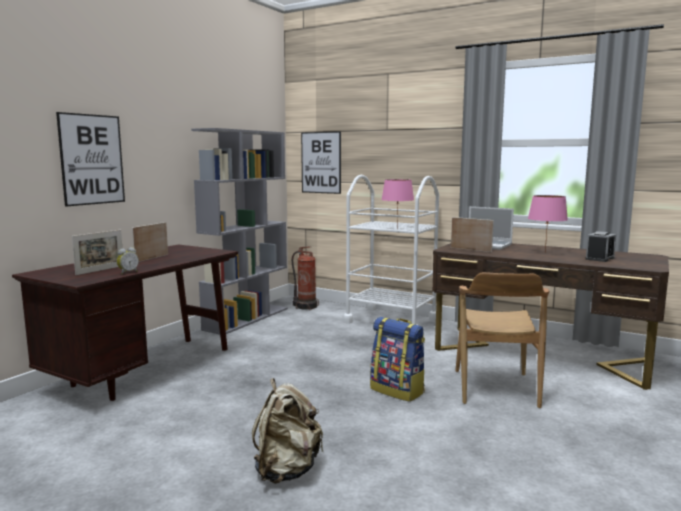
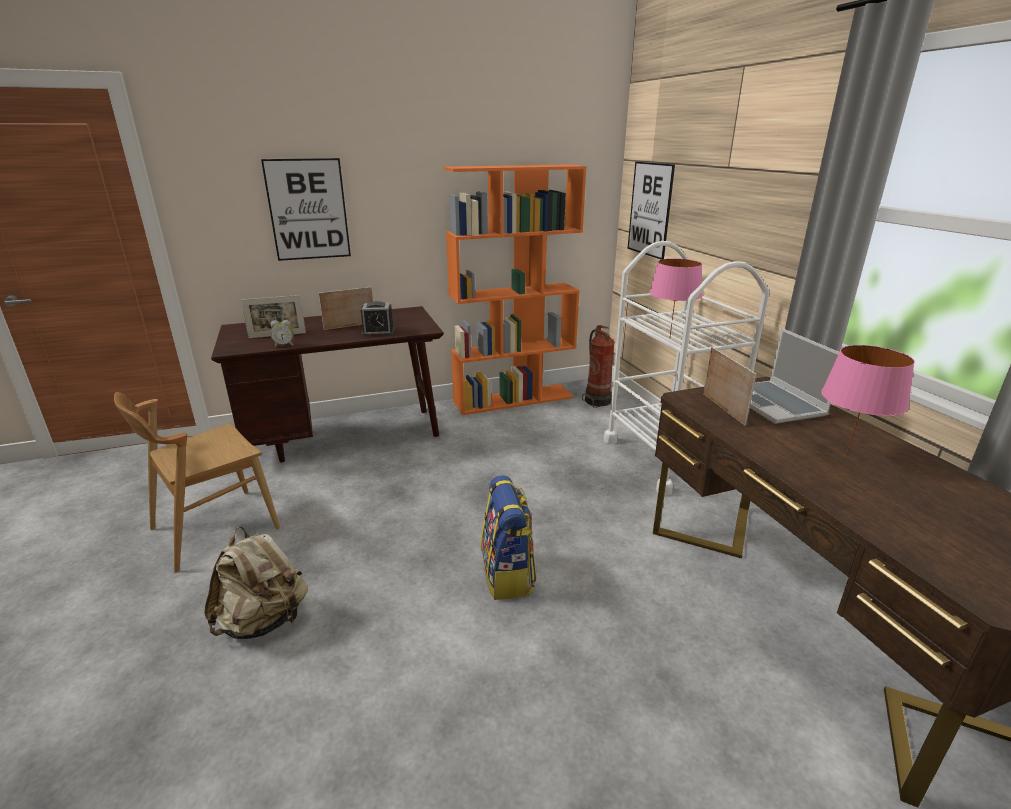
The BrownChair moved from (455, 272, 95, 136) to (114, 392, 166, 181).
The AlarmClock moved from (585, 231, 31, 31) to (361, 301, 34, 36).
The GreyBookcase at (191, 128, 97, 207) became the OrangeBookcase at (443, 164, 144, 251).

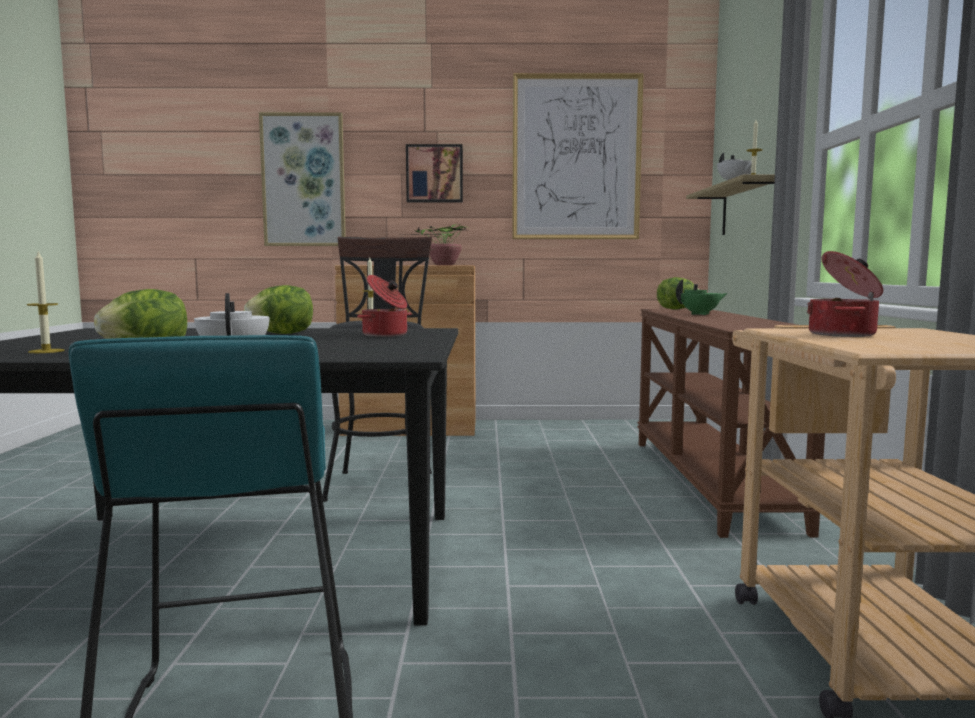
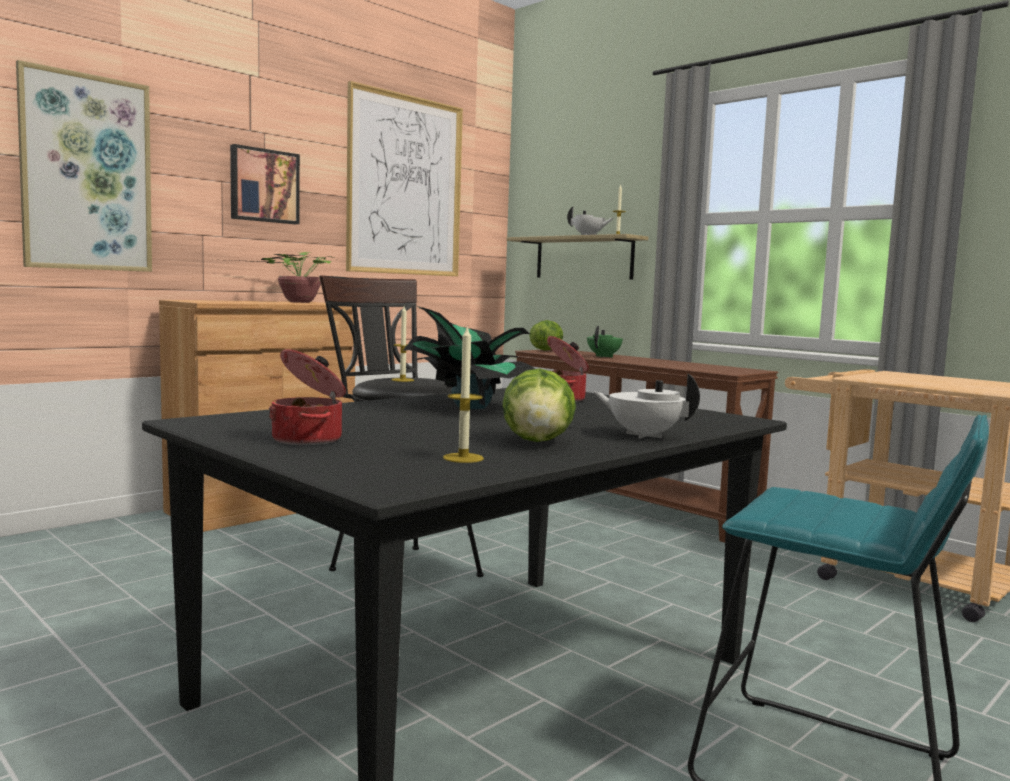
The CookingPot moved from (807, 251, 76, 86) to (269, 349, 77, 96).
The Lettuce at (244, 285, 69, 49) was replaced by the PottedPlant at (402, 305, 133, 104).

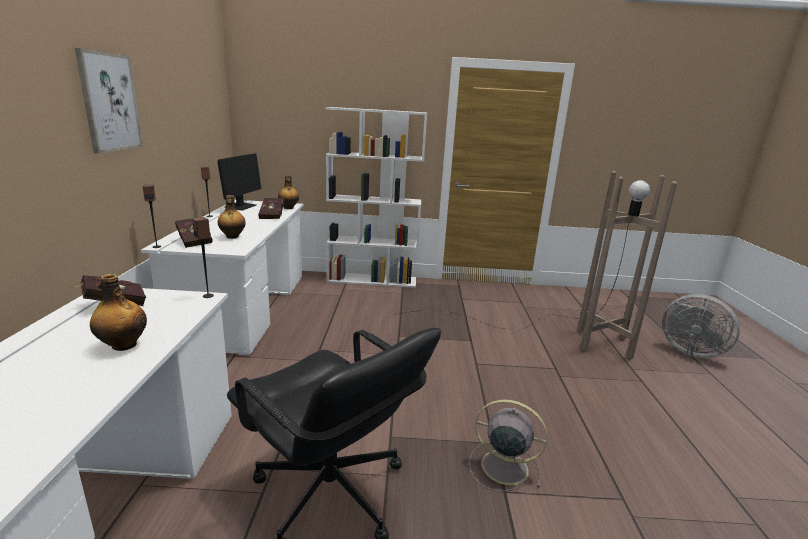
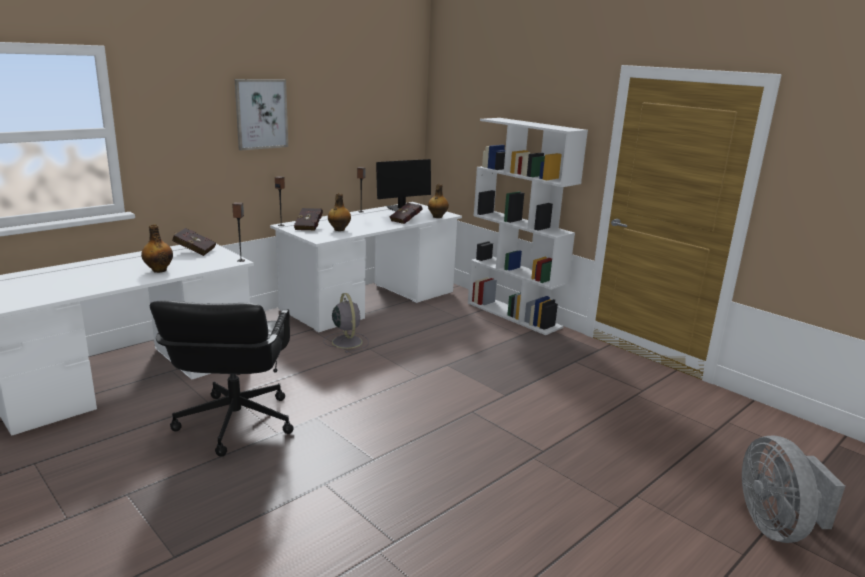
The BrownFloorLamp at (394, 171, 283, 189) disappeared.
The GreyFan moved from (469, 399, 79, 93) to (324, 293, 45, 60).

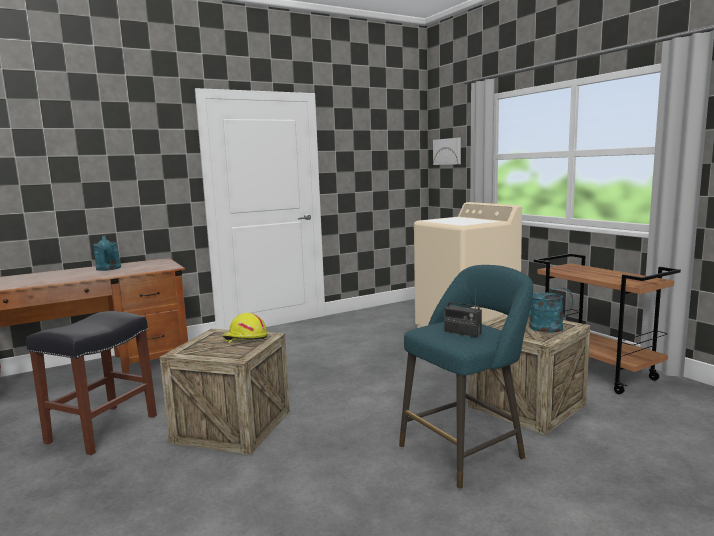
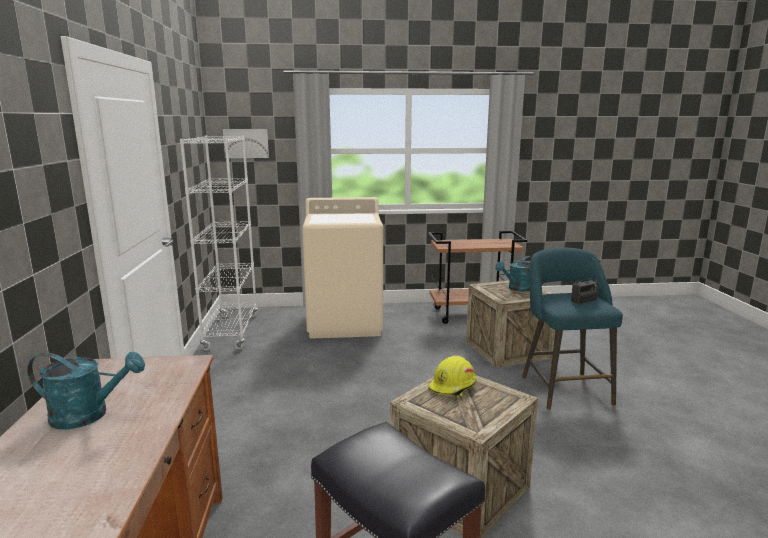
The WhiteBookcase at (180, 135, 78, 216) appeared.

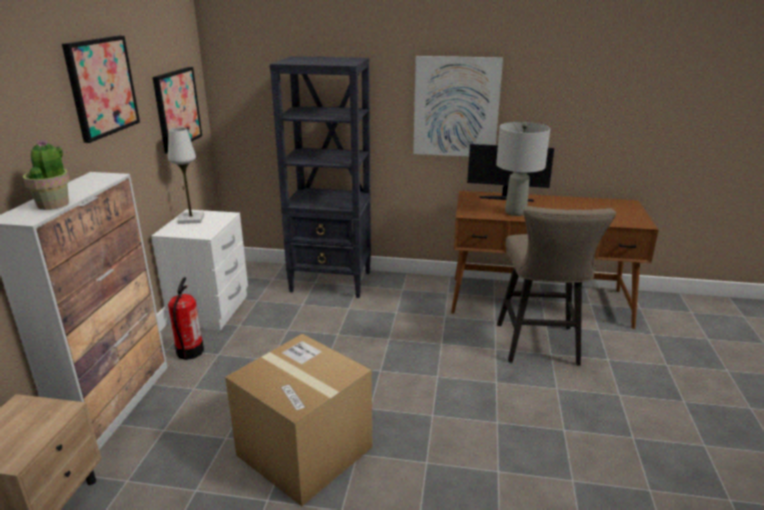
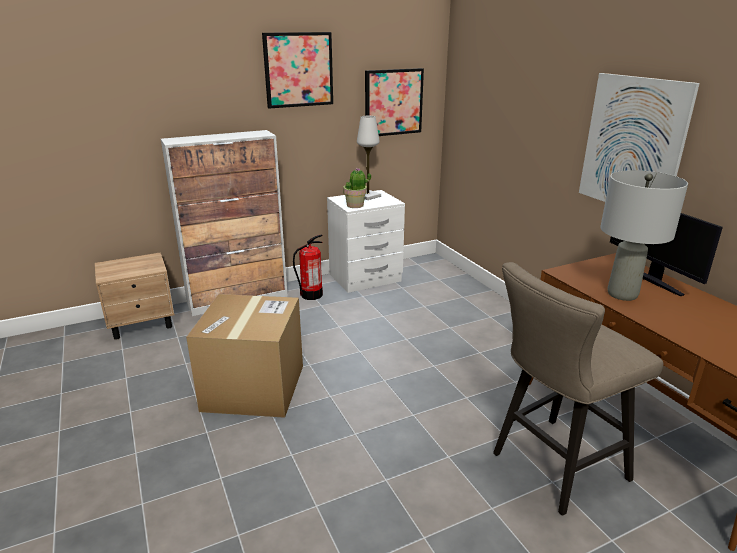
The BlackBookcase at (270, 56, 101, 242) disappeared.
The PottedPlant moved from (23, 140, 47, 70) to (343, 168, 28, 40).

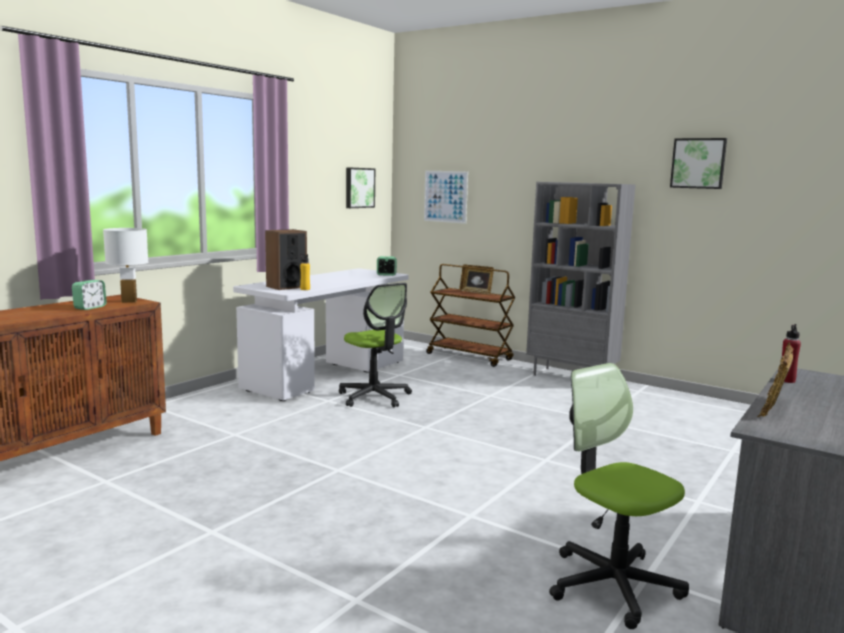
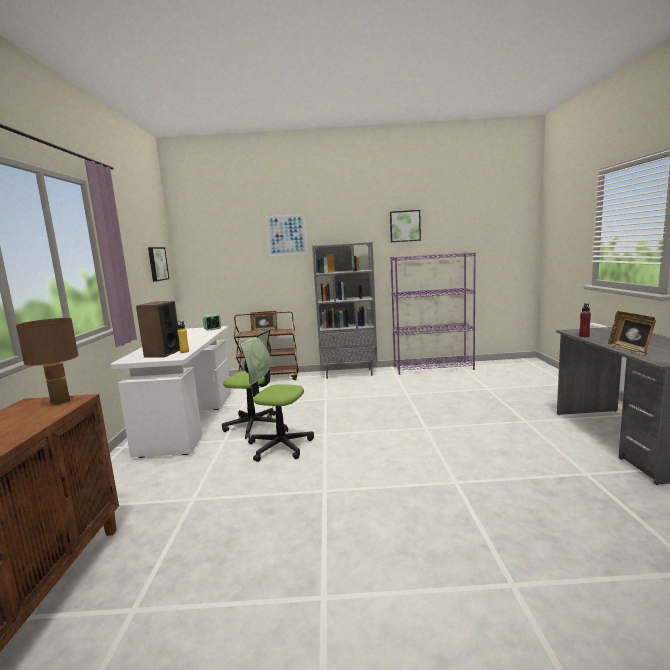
The AlarmClock at (72, 280, 35, 30) disappeared.
The PurpleBookcase at (390, 252, 86, 123) appeared.
The Picture moved from (424, 171, 44, 53) to (266, 214, 41, 42).
The OfficeChair moved from (549, 363, 140, 266) to (240, 338, 74, 124).
The WhiteTableLamp at (103, 228, 45, 75) became the BrownTableLamp at (16, 318, 63, 88).

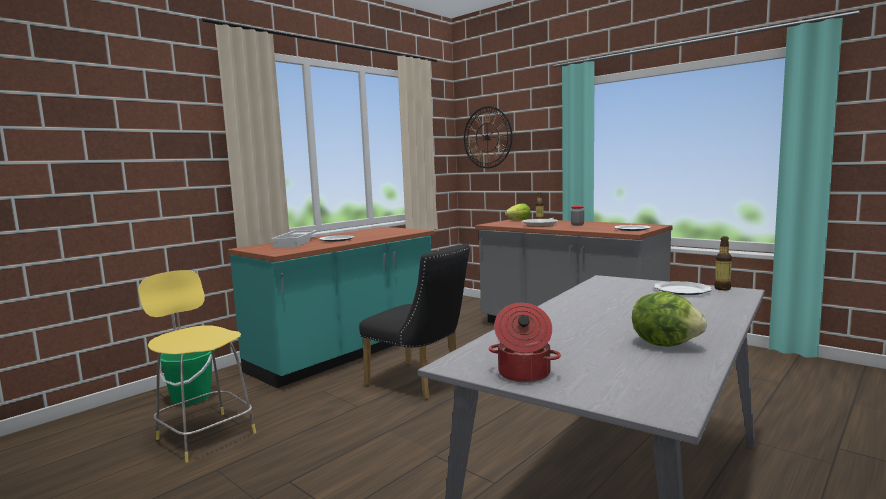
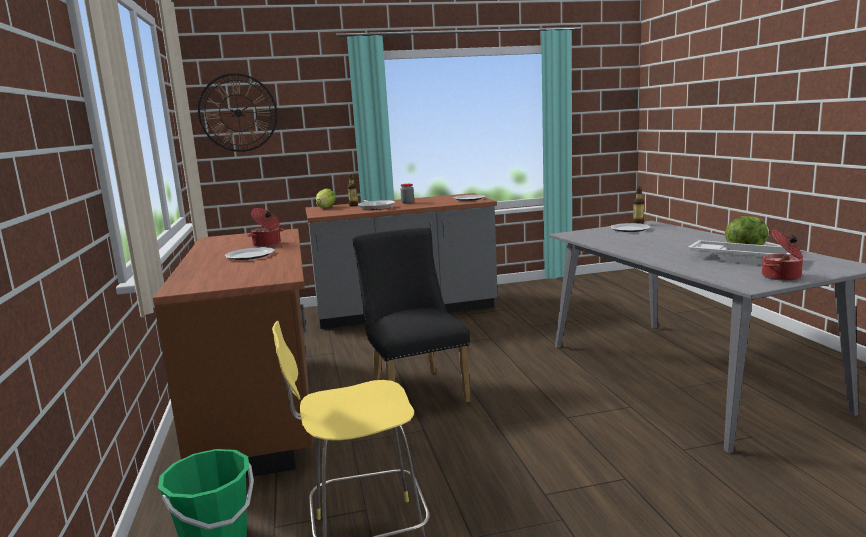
The CookingPot at (247, 208, 37, 39) appeared.
The WhiteTray moved from (271, 230, 47, 17) to (688, 240, 104, 26).
The TurquoiseCounter at (228, 227, 207, 161) became the BrownCounter at (153, 229, 160, 249).
The BlackChair at (359, 243, 111, 157) turned 90 degrees counterclockwise.

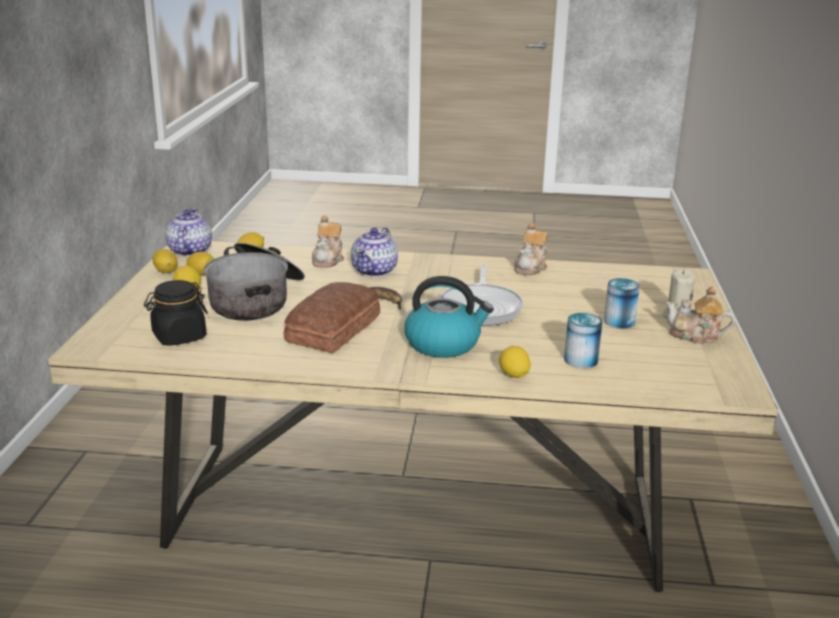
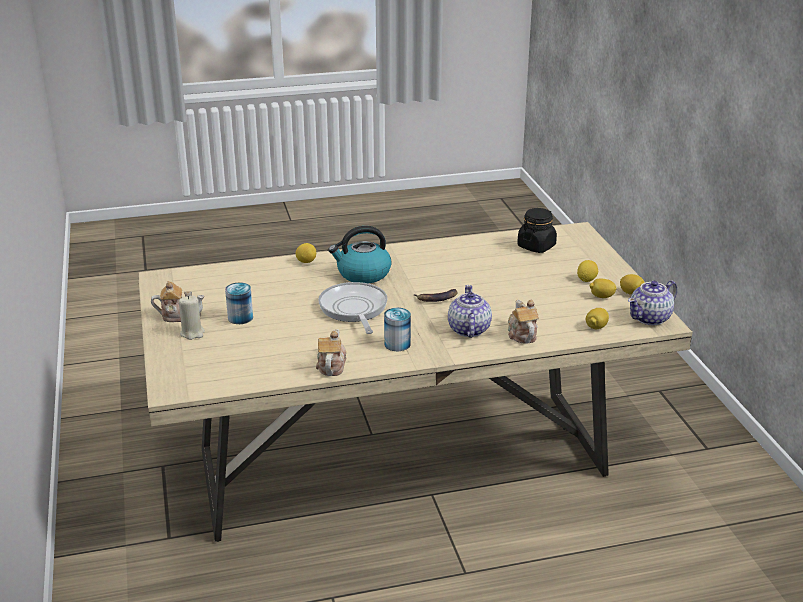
The CookingPot at (204, 243, 101, 78) disappeared.
The Bread at (284, 282, 96, 71) disappeared.
The Can moved from (564, 313, 38, 55) to (384, 308, 27, 43).
The Teapot at (165, 209, 47, 47) turned 75 degrees clockwise.

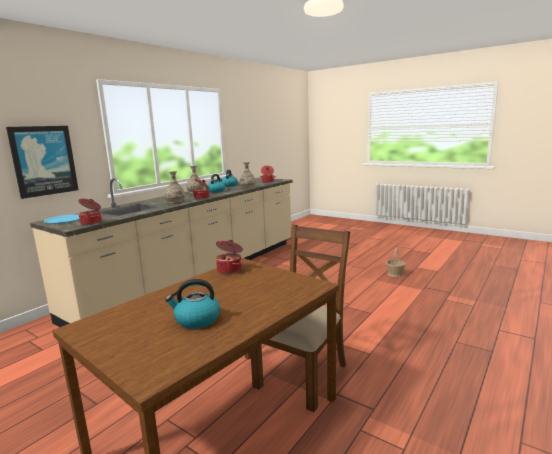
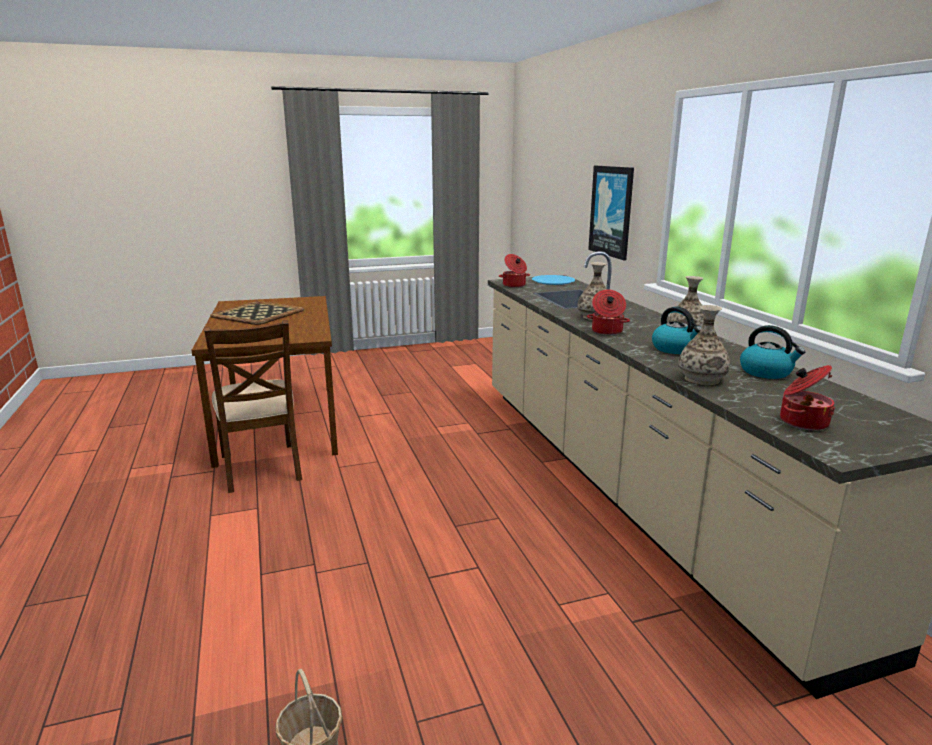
The CookingPot at (216, 240, 27, 34) disappeared.
The Kettle at (165, 279, 55, 50) was replaced by the Tray at (210, 301, 94, 24).

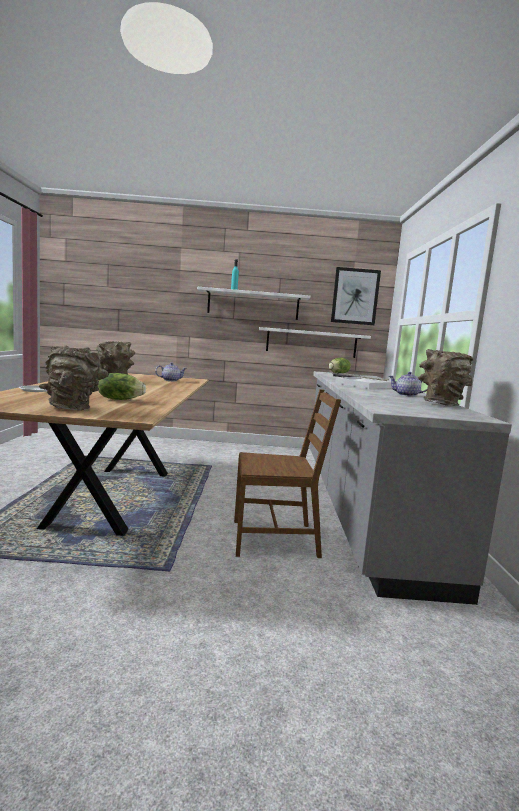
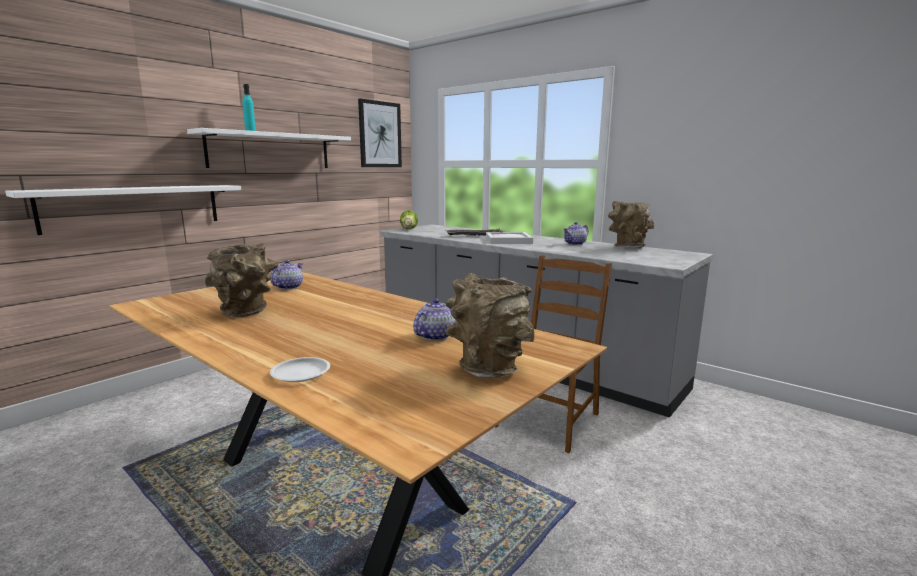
The WhiteShelf moved from (259, 327, 112, 31) to (5, 185, 236, 50).
The Lettuce at (98, 373, 48, 27) was replaced by the Teapot at (413, 298, 42, 43).

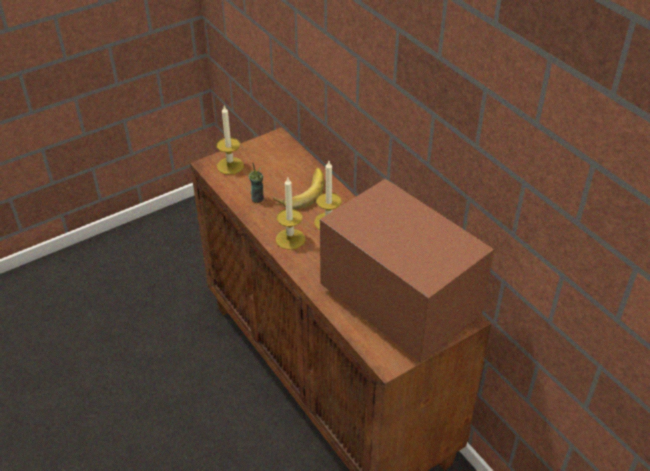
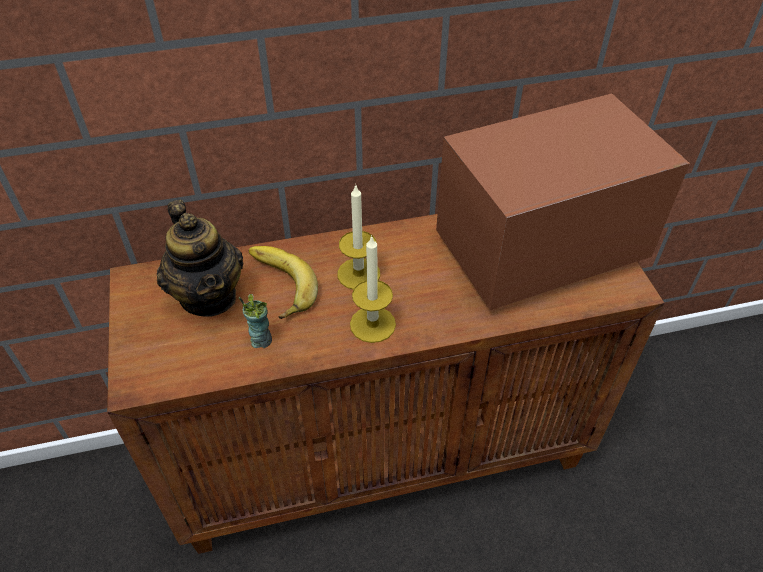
The Candle at (217, 106, 27, 69) disappeared.
The Teapot at (157, 200, 86, 117) appeared.

